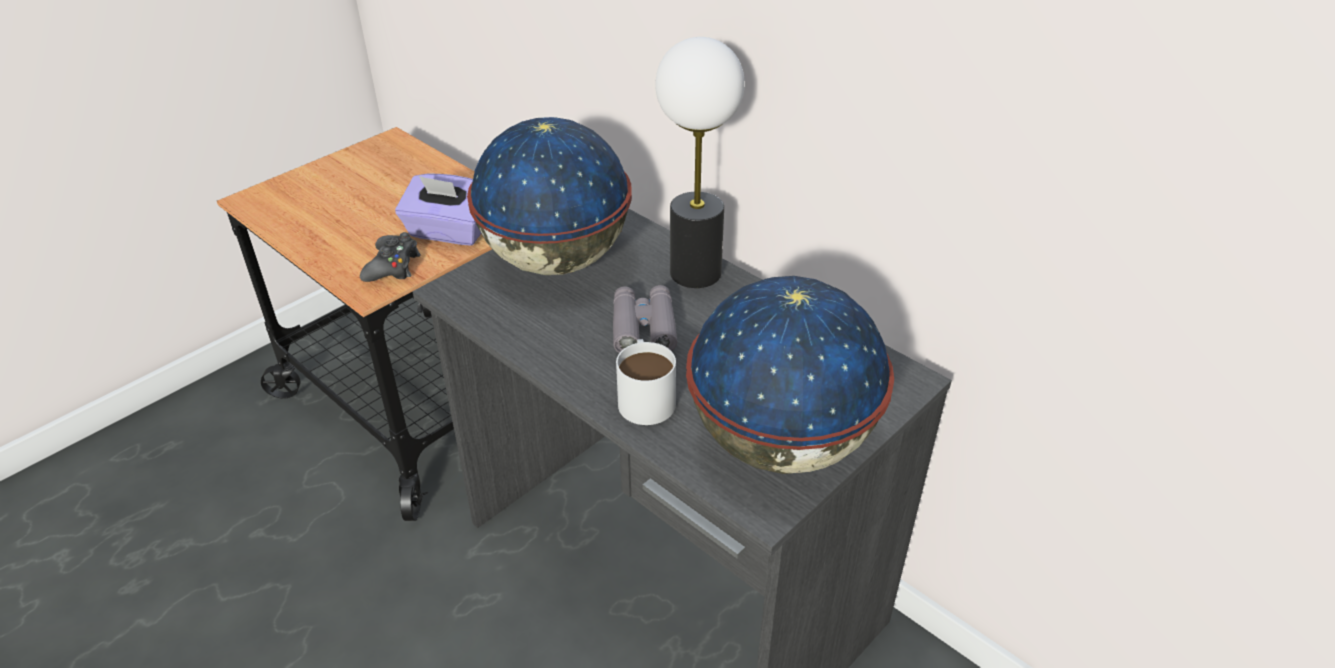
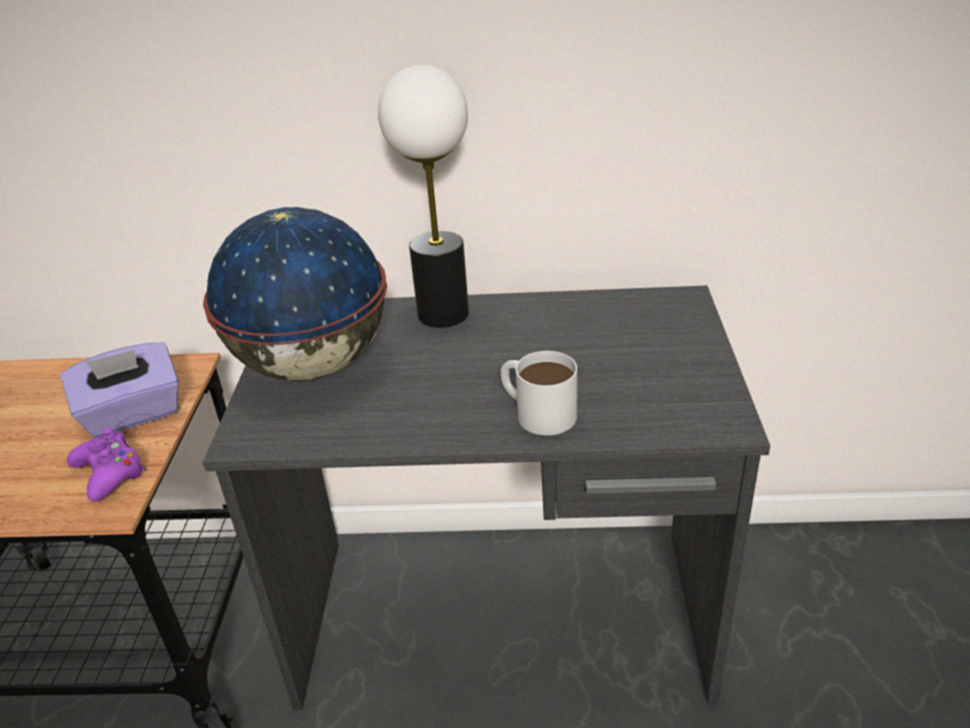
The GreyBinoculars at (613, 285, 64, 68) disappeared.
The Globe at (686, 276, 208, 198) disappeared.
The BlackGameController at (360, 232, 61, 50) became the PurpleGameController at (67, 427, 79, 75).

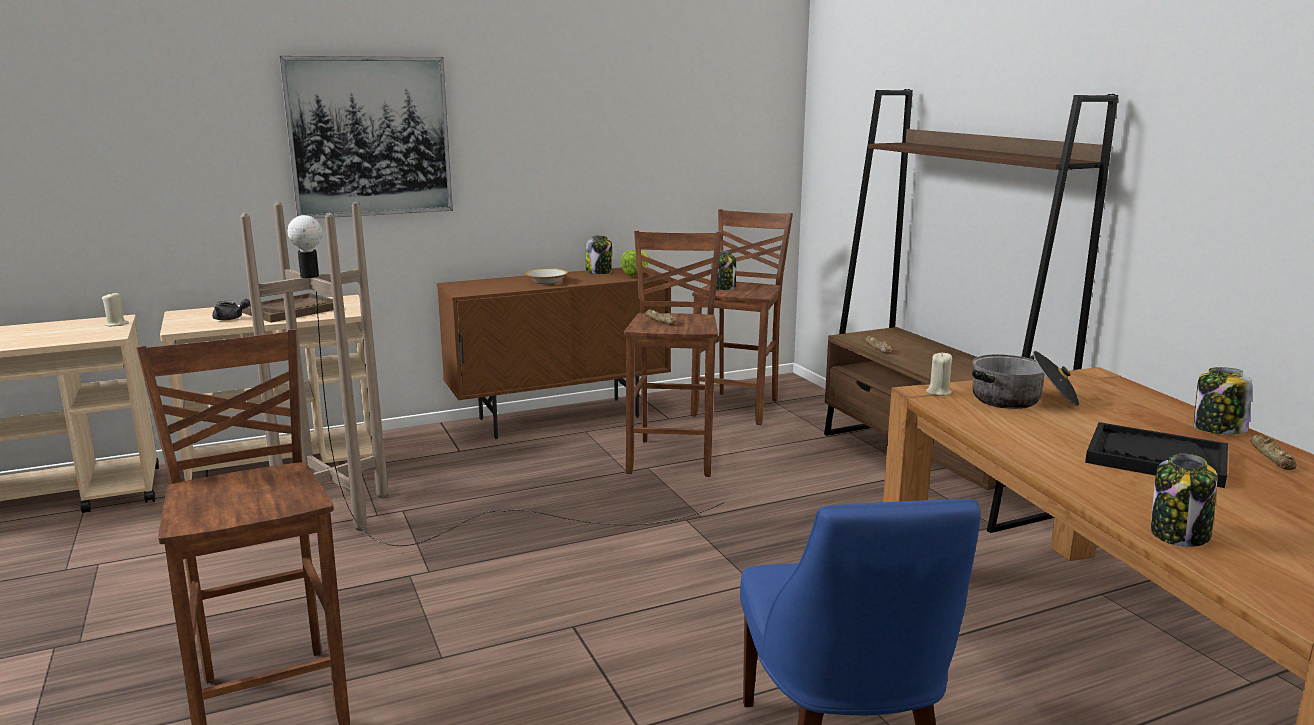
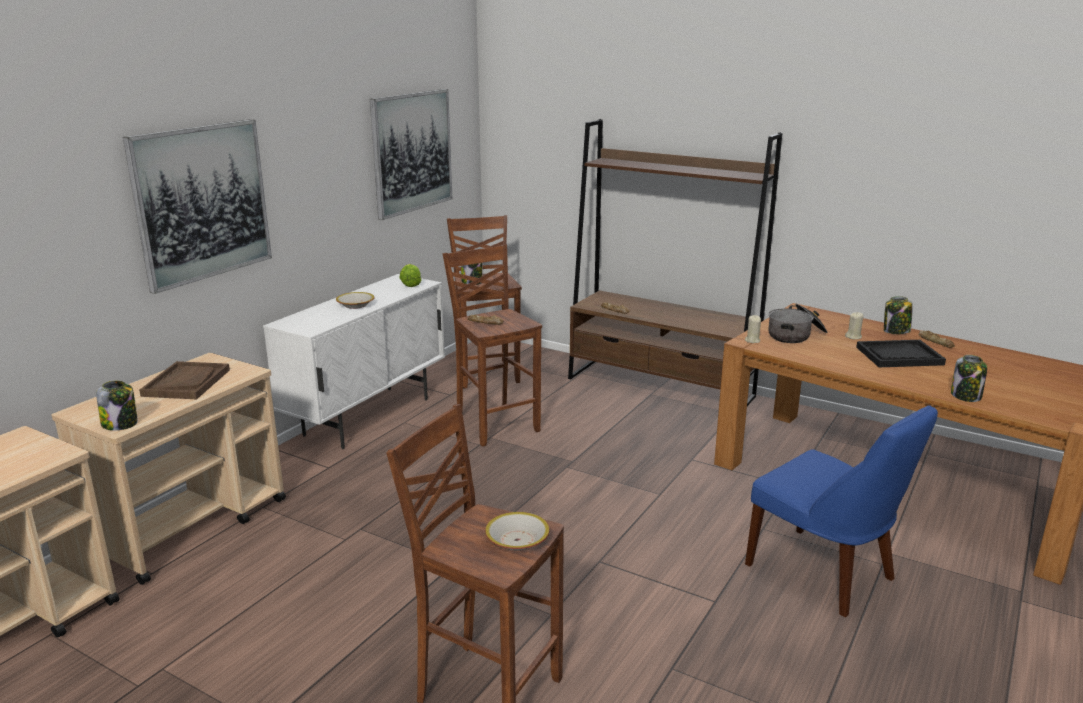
The GreyTeapot at (212, 299, 38, 22) disappeared.
The BrownFloorLamp at (240, 202, 484, 344) disappeared.
The Picture at (370, 89, 83, 131) appeared.
The Bowl at (485, 512, 65, 39) appeared.
The BeigeCandle moved from (102, 293, 27, 33) to (845, 312, 19, 27).
The Jar moved from (586, 235, 26, 39) to (96, 381, 42, 49).
The BrownCabinet at (437, 267, 234, 172) became the WhiteCabinet at (263, 274, 182, 175).

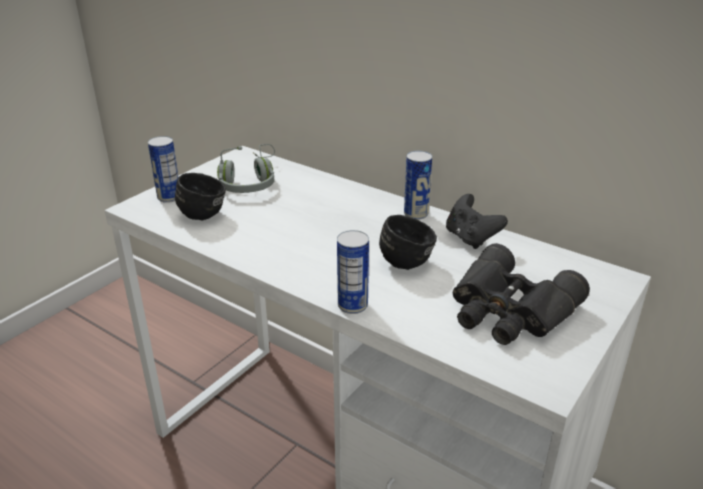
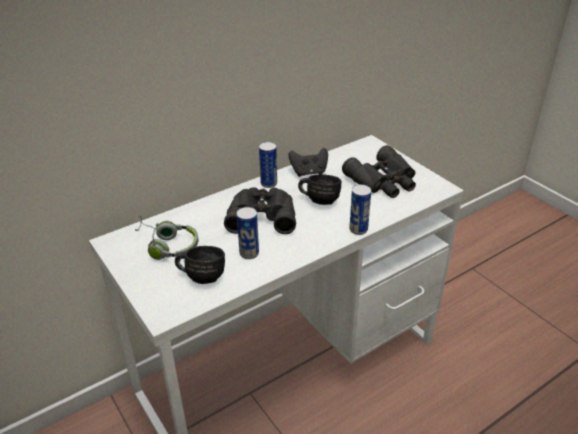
The BlackBinoculars at (224, 187, 72, 47) appeared.
The Can moved from (148, 136, 30, 67) to (237, 207, 22, 52).

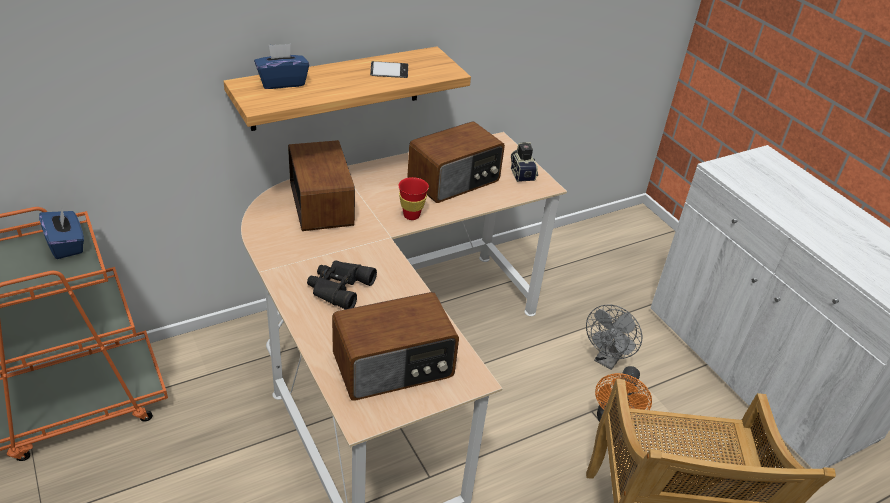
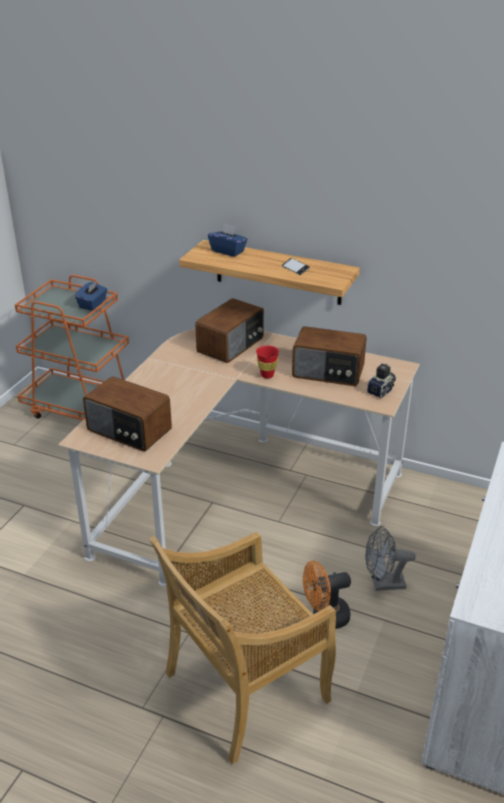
The BlackBinoculars at (307, 260, 70, 49) disappeared.

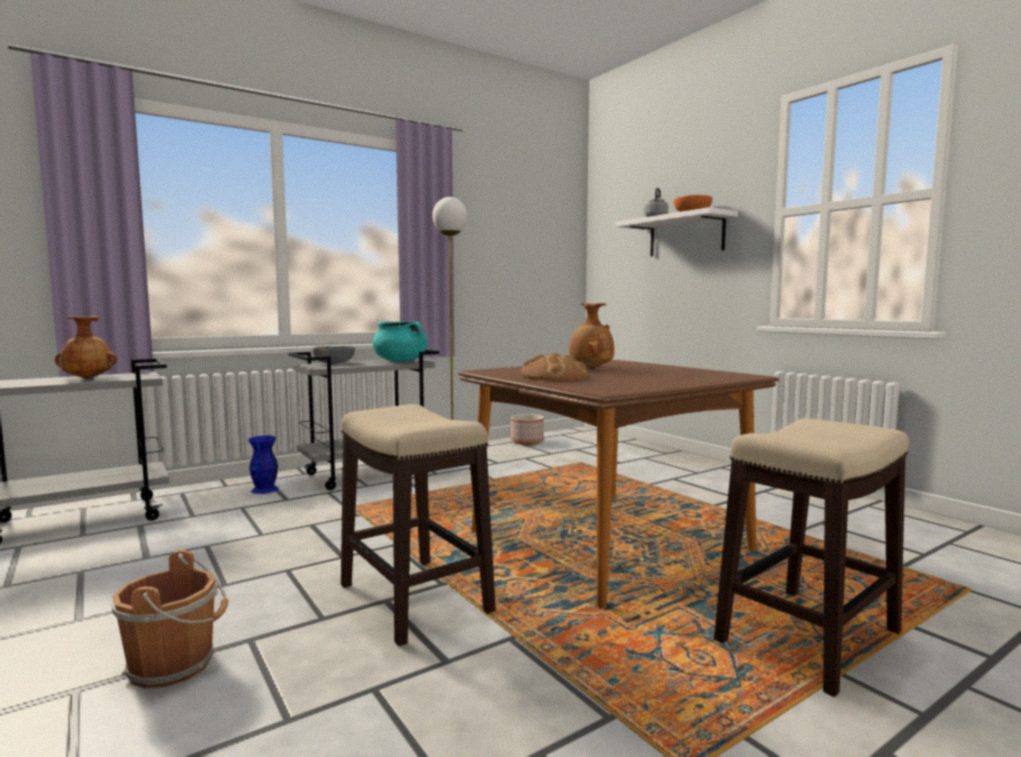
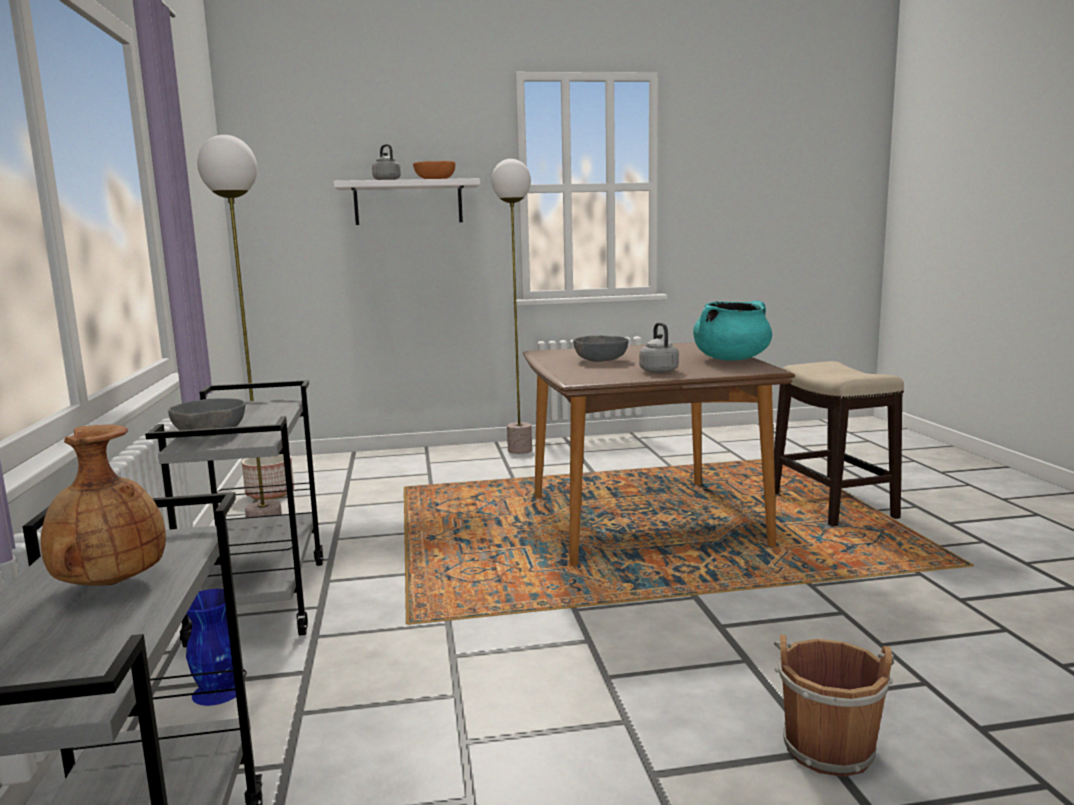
The Stool at (341, 404, 155, 242) disappeared.
The FloorLamp at (492, 159, 40, 295) appeared.
The TurquoiseCookingPot moved from (373, 321, 55, 41) to (693, 300, 79, 61).
The Bread at (521, 353, 67, 28) was replaced by the GreyKettle at (639, 323, 40, 50).
The BrownVase at (569, 303, 45, 66) was replaced by the GreyBowl at (573, 335, 56, 27).

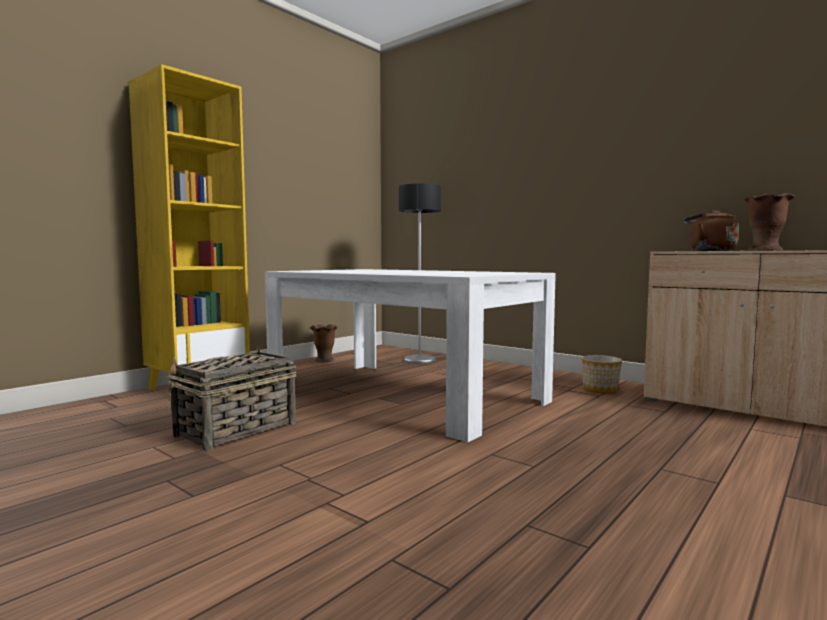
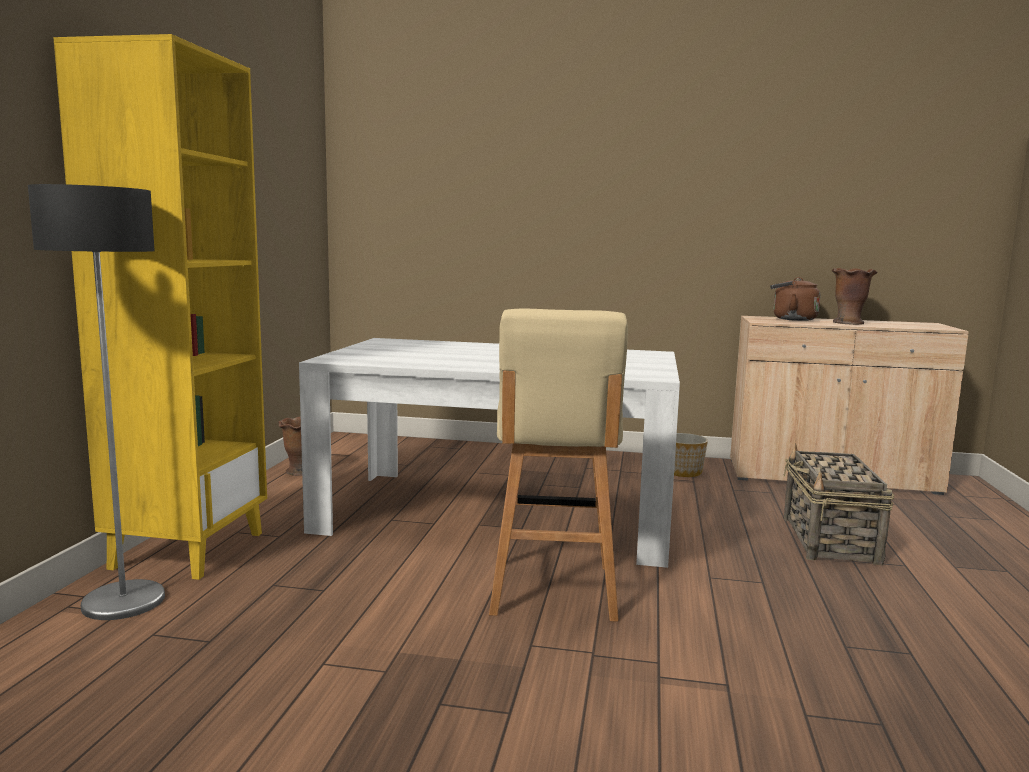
The BeigeStool at (489, 309, 139, 313) appeared.
The Basket moved from (167, 345, 130, 105) to (784, 444, 110, 121).
The FloorLamp moved from (399, 184, 42, 180) to (28, 184, 137, 436).

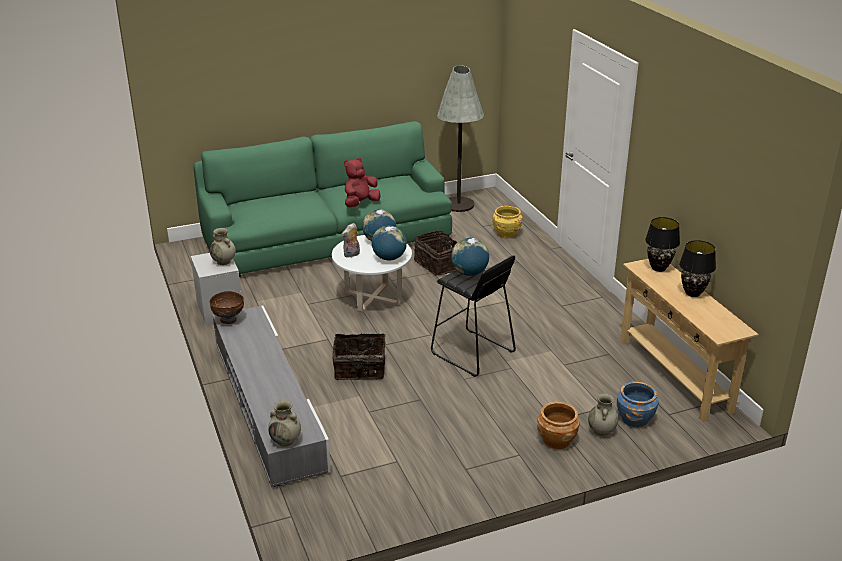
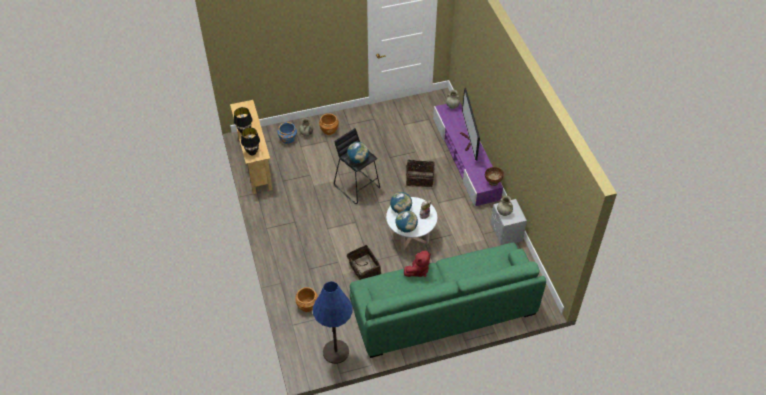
The Television at (460, 88, 20, 73) appeared.
The GreyTvStand at (213, 305, 118, 182) became the PurpleTvStand at (433, 103, 70, 104).
The GreyFloorLamp at (437, 65, 47, 147) became the BlueFloorLamp at (313, 281, 40, 83).
The YellowPlanter at (492, 206, 30, 32) became the BrownPlanter at (295, 287, 23, 25).

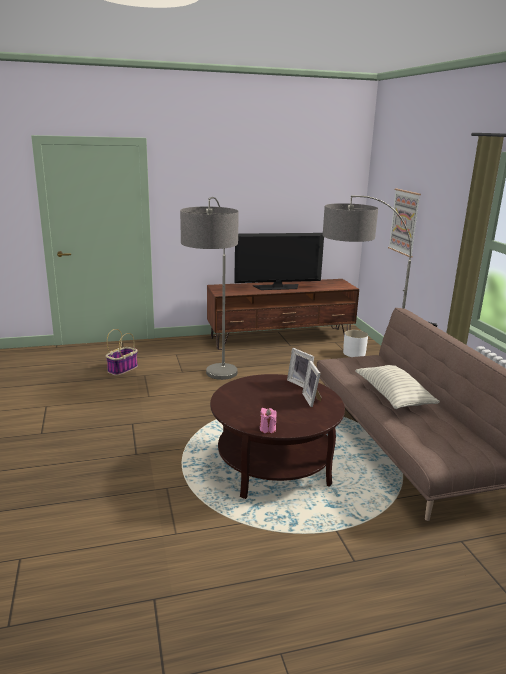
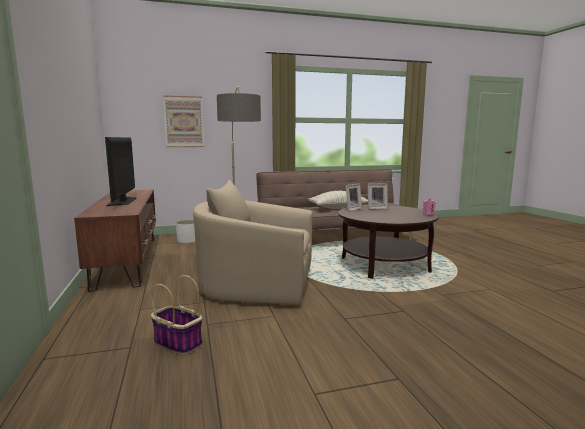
The FloorLamp at (180, 197, 59, 183) was replaced by the BeigeArmchair at (193, 180, 120, 125).

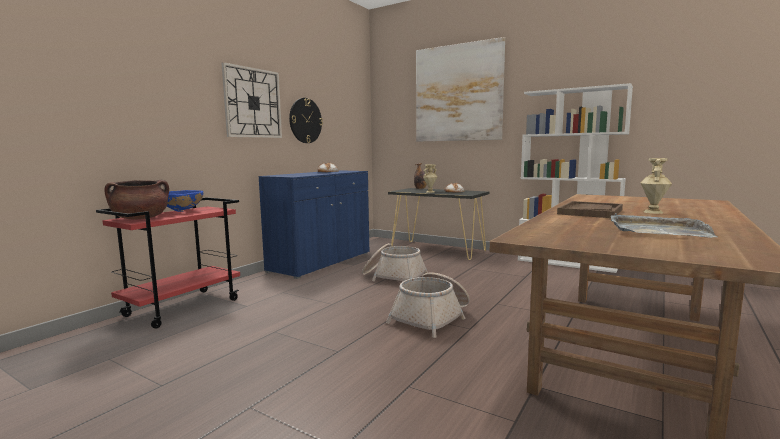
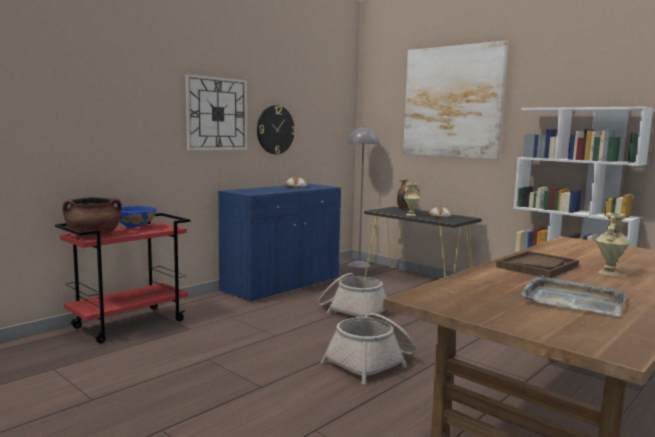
The GreyFloorLamp at (348, 126, 31, 142) appeared.

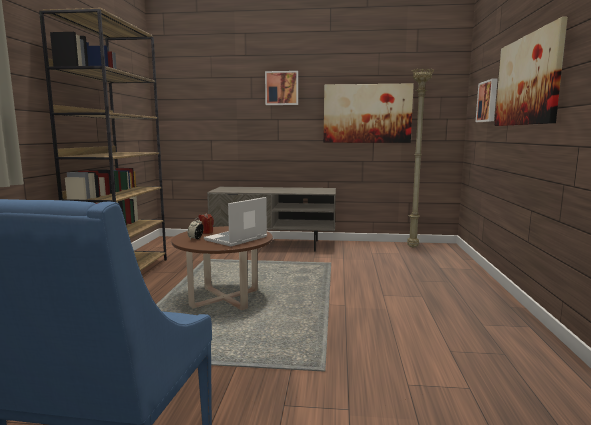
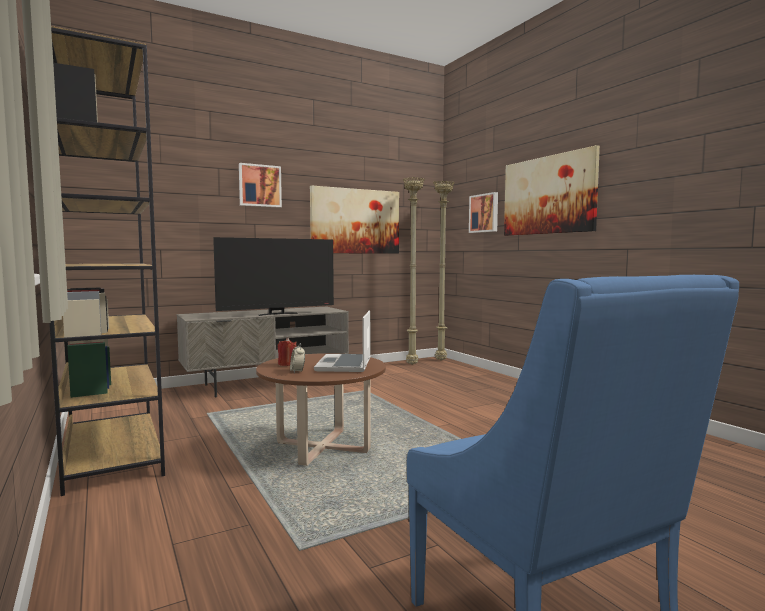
The Television at (213, 237, 121, 79) appeared.
The BeigeFloorLamp at (433, 181, 21, 179) appeared.

